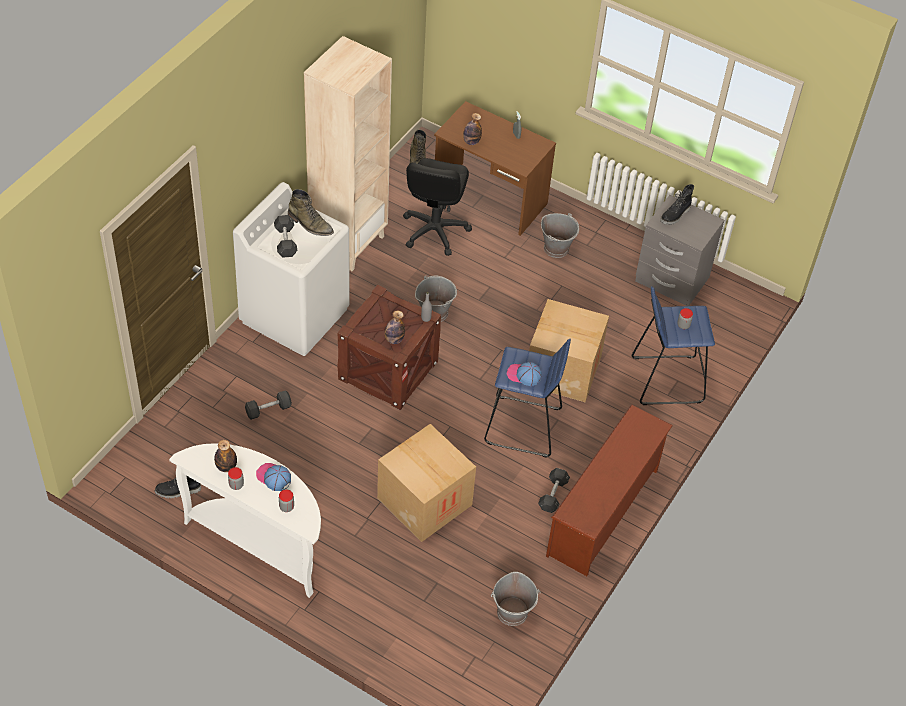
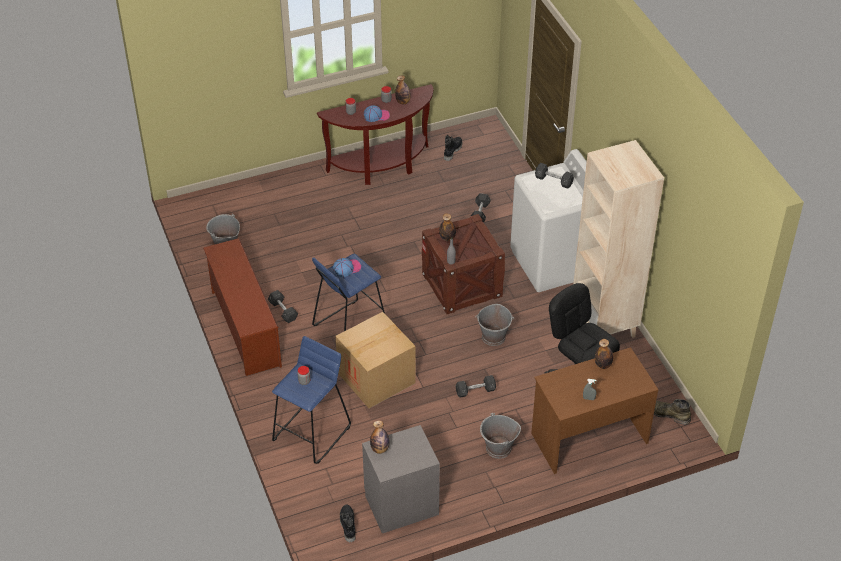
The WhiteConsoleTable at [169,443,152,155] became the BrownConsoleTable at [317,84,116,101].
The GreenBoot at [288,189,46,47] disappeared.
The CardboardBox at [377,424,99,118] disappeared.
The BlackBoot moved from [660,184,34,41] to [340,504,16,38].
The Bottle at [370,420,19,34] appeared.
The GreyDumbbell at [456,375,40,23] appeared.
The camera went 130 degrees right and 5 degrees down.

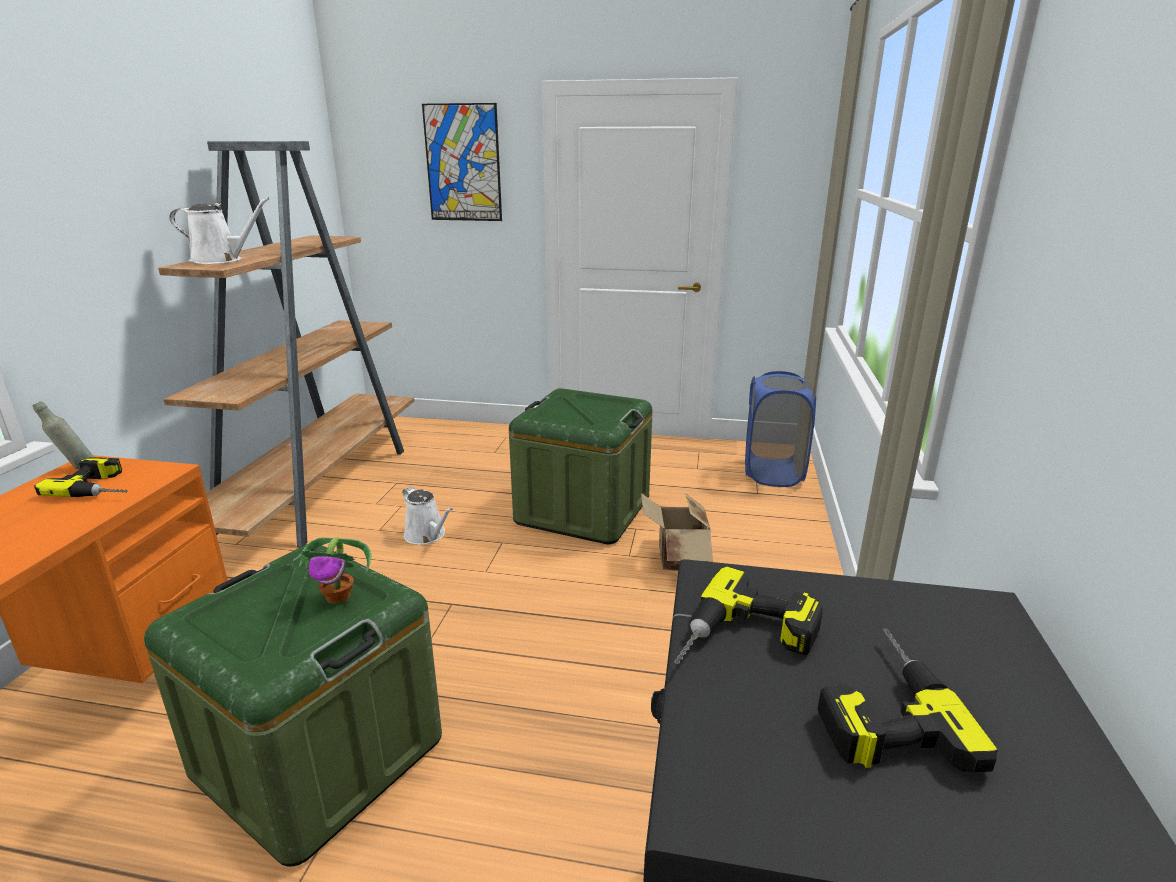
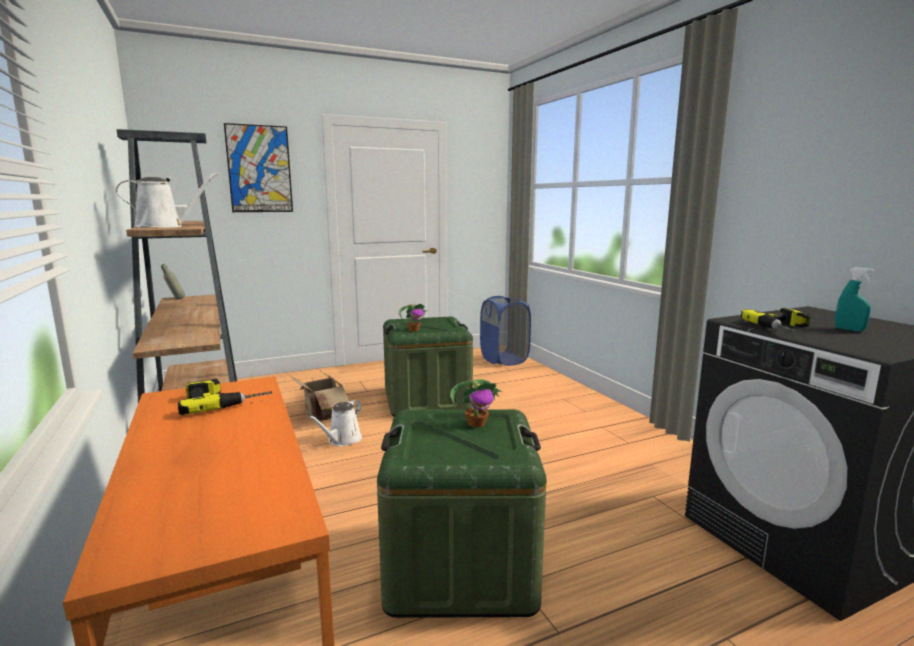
The GreyBottle moved from [33,401,61,68] to [161,264,24,36].
The WhiteWateringCan at [403,487,50,58] turned 105 degrees clockwise.
The CardboardBox moved from [641,493,72,78] to [290,371,59,50].
The PowerDrill at [817,627,181,145] was replaced by the TurquoiseSprayBottle at [835,267,39,64].
The PottedPlant at [399,304,27,27] appeared.
The camera went 35 degrees left and 10 degrees down.

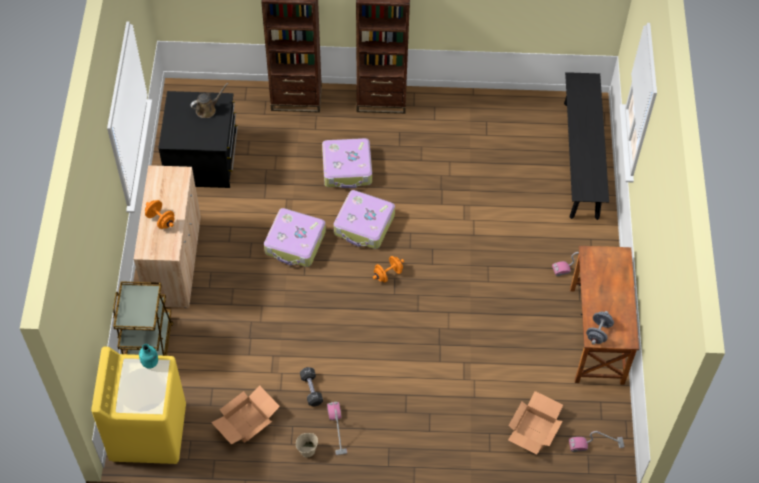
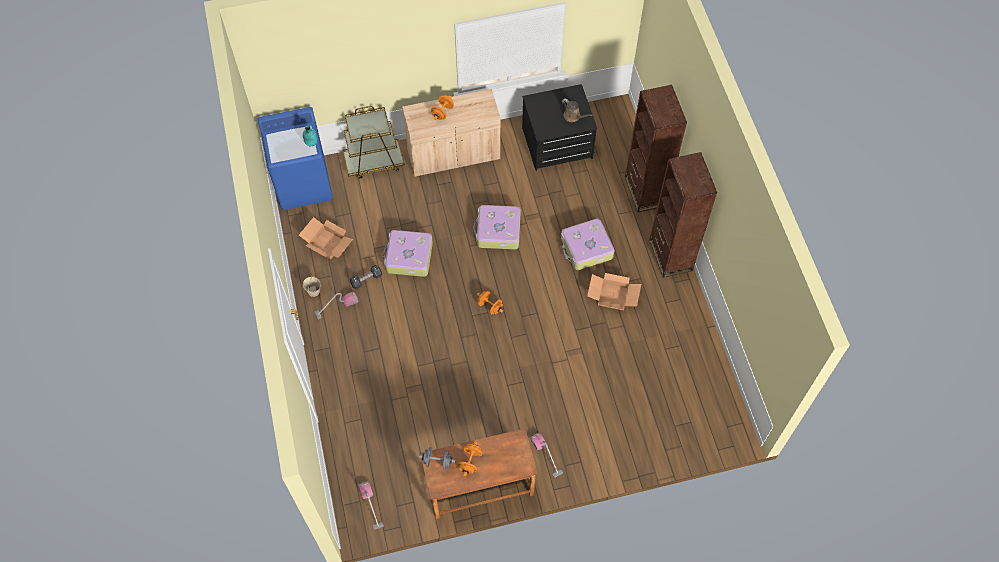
The YellowWashingMachine at [91,347,95,117] became the BlueWashingMachine at [258,107,74,103].
The Suitcase moved from [334,190,61,59] to [382,230,51,47].
The CardboardBox moved from [508,391,55,64] to [587,273,54,37].
The BlackBench at [564,72,45,148] disappeared.
The OrangeDumbbell at [458,442,24,34] appeared.
The camera went 75 degrees right and 5 degrees up.

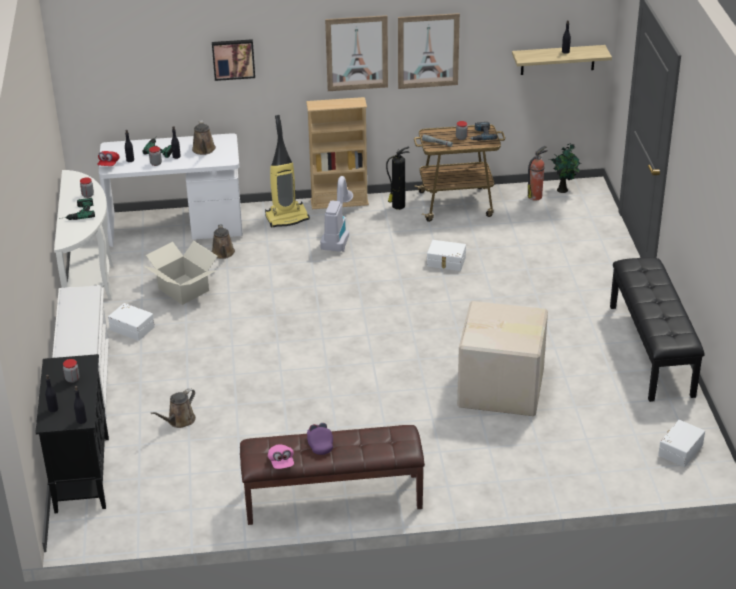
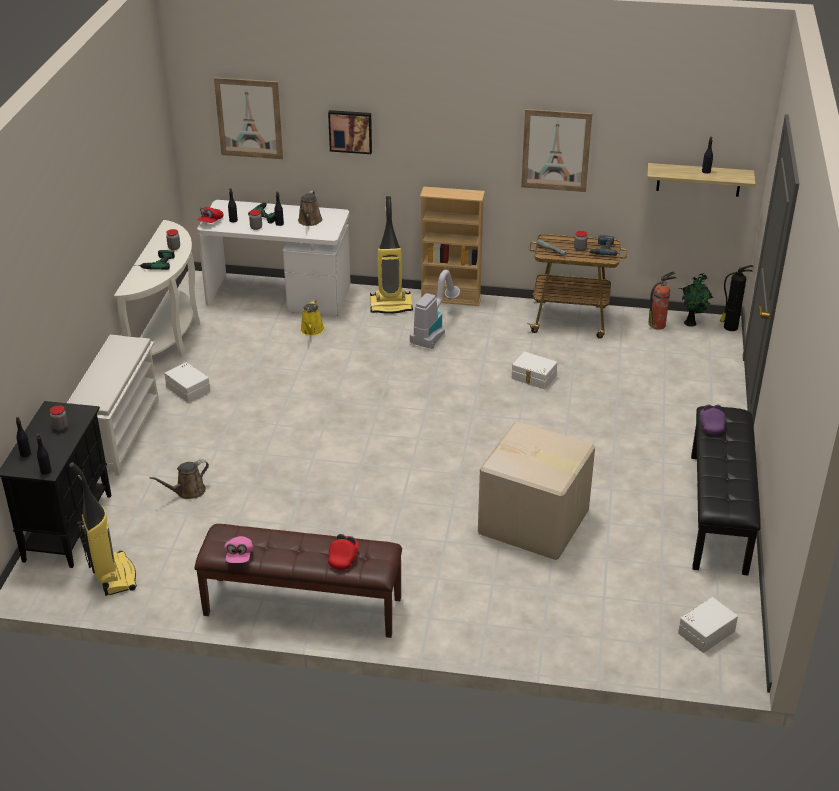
The CardboardBox at [144,241,74,64] disappeared.
The BrownWateringCan at [212,224,23,35] became the YellowWateringCan at [300,300,25,36].
The PurpleCap moved from [307,423,26,32] to [700,404,26,31].
The Picture moved from [325,15,63,76] to [214,77,69,82].
The FireExtinguisher moved from [386,147,23,63] to [720,265,33,66].
The VacuumCleaner at [69,462,68,134] appeared.
The RedCap at [328,534,31,36] appeared.
The camera went 15 degrees right and 0 degrees up.

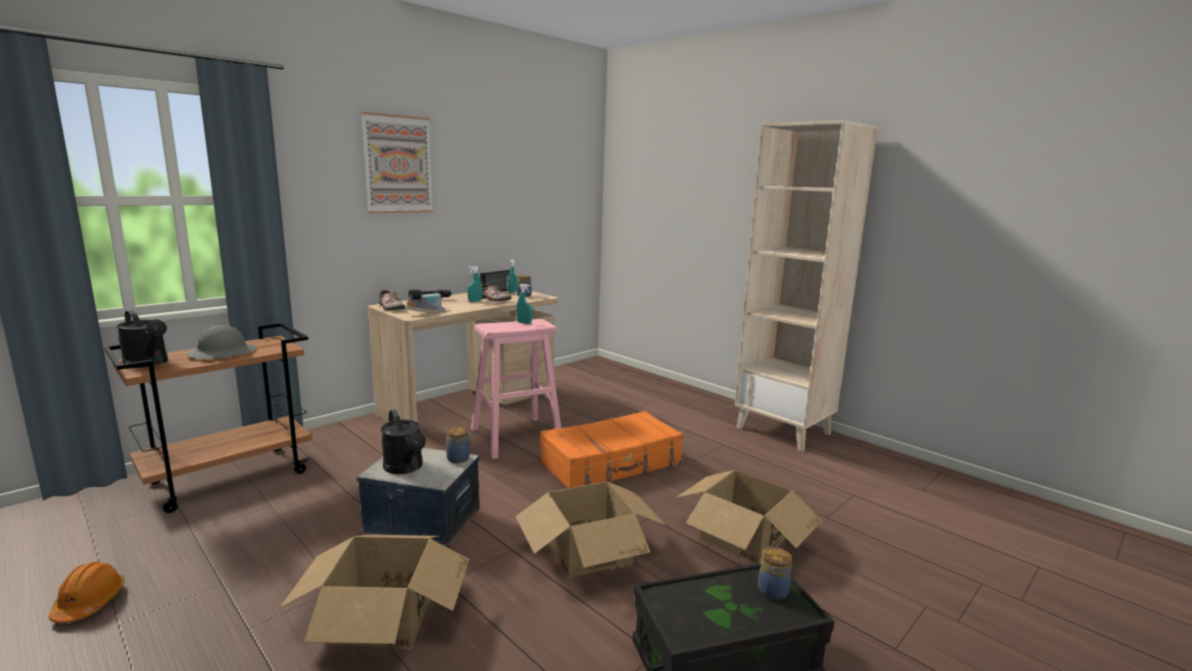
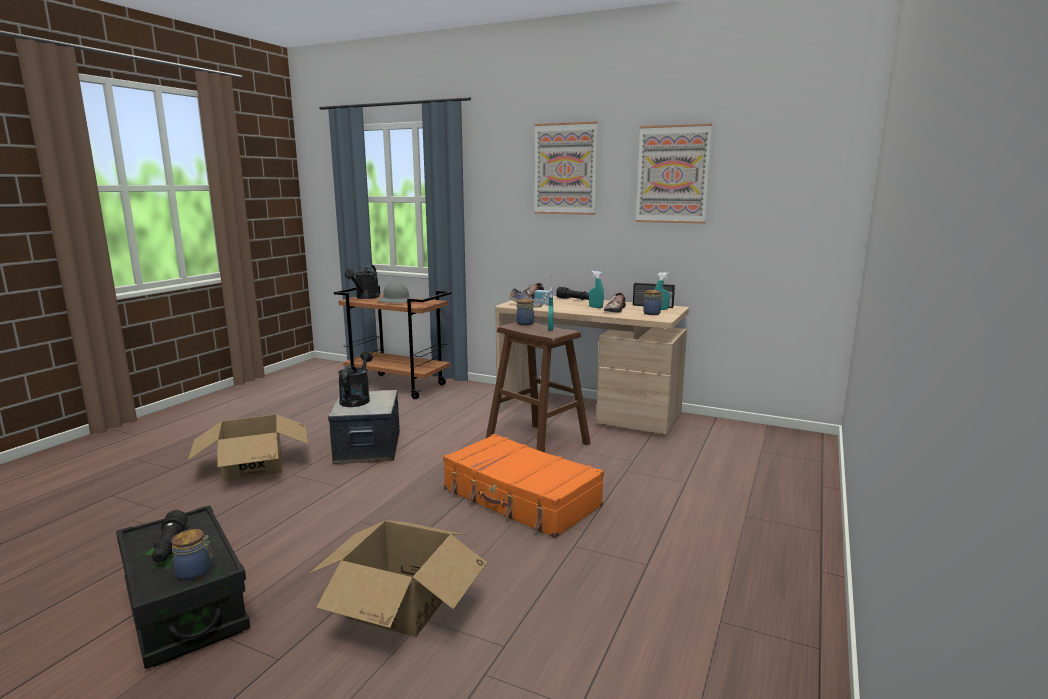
The OrangeHardHat at [49,562,75,61] disappeared.
The BlackWateringCan at [381,410,45,64] turned 150 degrees clockwise.
The Jar moved from [446,427,26,36] to [516,299,18,27].
The PinkStool at [471,319,90,140] became the BrownStool at [486,322,105,131].
The CardboardBox at [515,481,150,97] disappeared.
The BeigeBookcase at [735,120,143,331] disappeared.
The BlackFlashlight at [152,510,36,53] appeared.
The Picture at [636,124,76,100] appeared.
The camera went 70 degrees right and 0 degrees up.

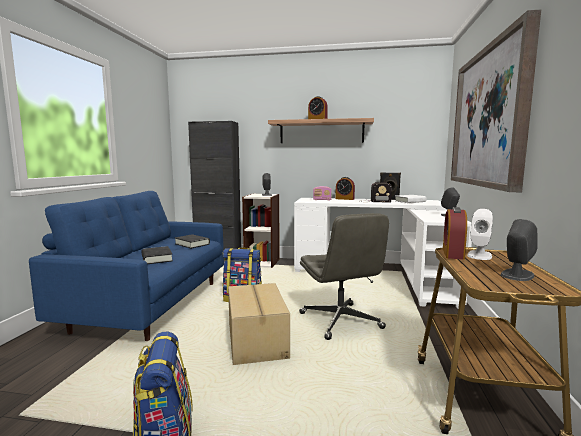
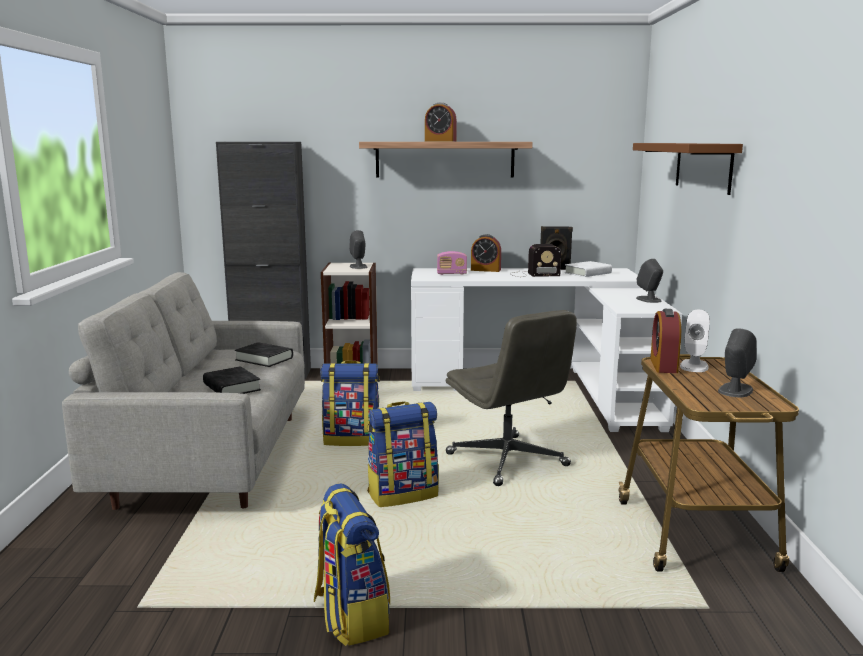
The BlueSofa at [29,191,195,150] became the GreySofa at [62,272,243,238].
The CardboardBox at [228,283,62,82] was replaced by the Backpack at [367,401,72,106].
The Picture at [451,9,90,183] was replaced by the BrownShelf at [633,143,110,52].
The camera went 10 degrees left and 5 degrees up.

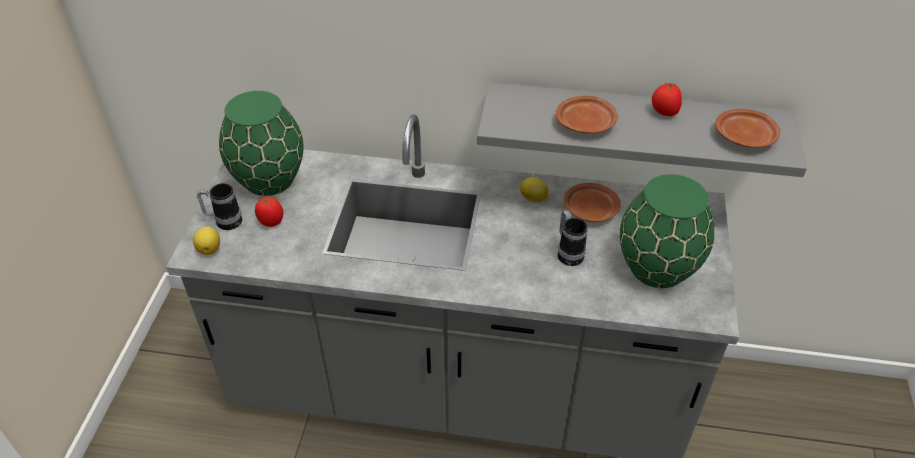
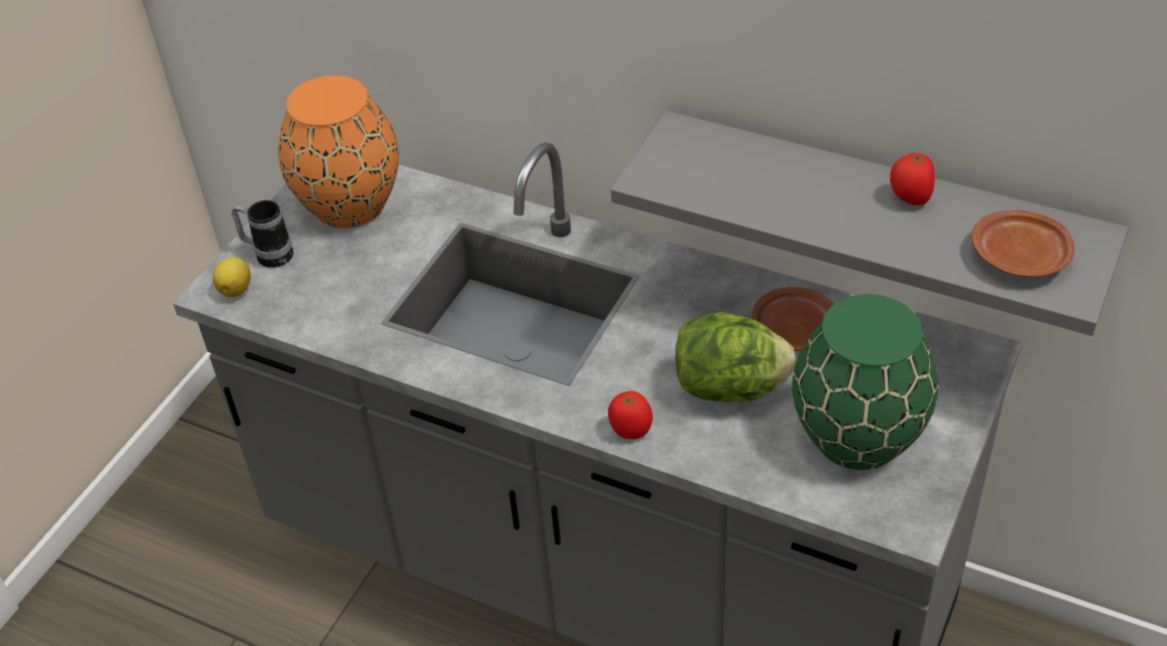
The GreenVase at [219,91,85,105] became the OrangeVase at [278,75,121,153].
The Tomato moved from [255,197,28,30] to [608,391,45,48].
The Lemon at [520,177,29,26] disappeared.
The BrownPlate at [556,96,62,38] disappeared.
The Mug at [558,210,30,56] was replaced by the Lettuce at [675,312,120,90].
The camera went 20 degrees right and 0 degrees up.

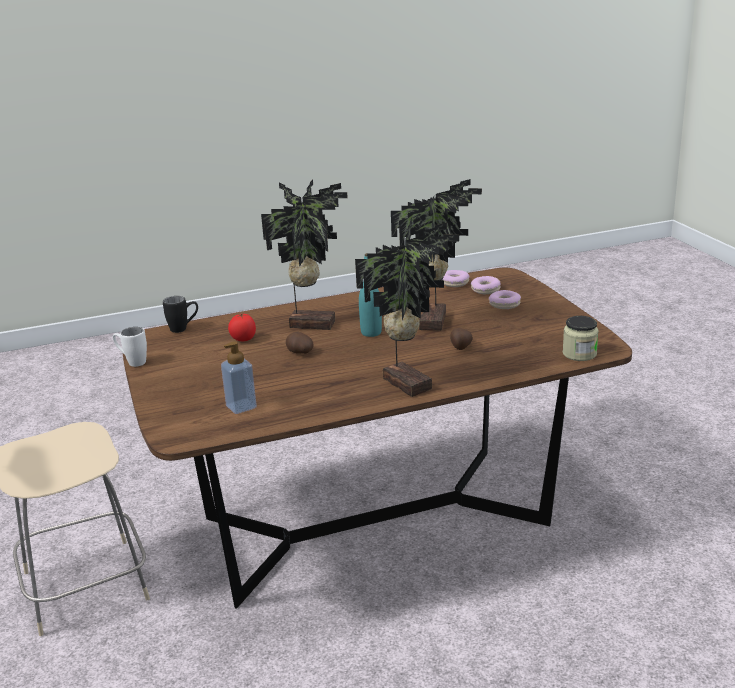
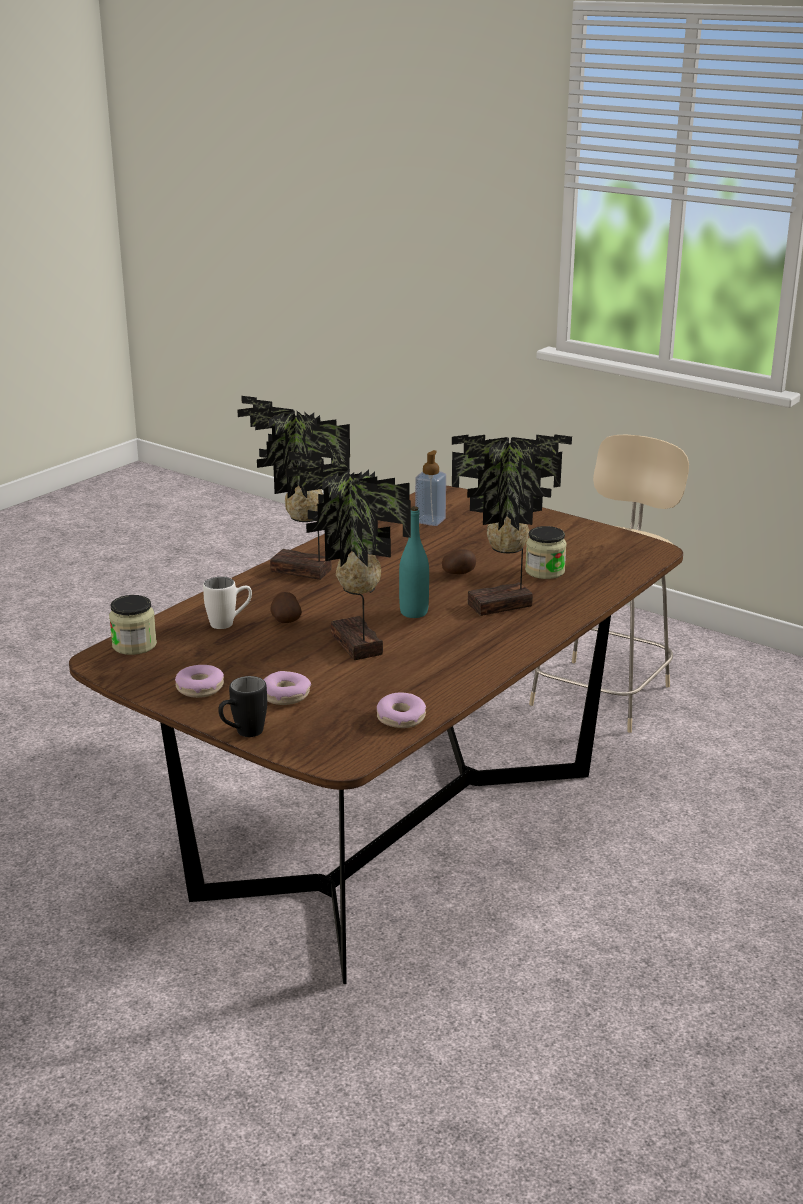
The WhiteMug moved from [113,327,34,40] to [203,577,49,52].
The BlackMug moved from [163,296,35,37] to [218,676,49,61].
The Tomato at [228,313,28,28] was replaced by the Jar at [525,526,42,53].
The Donut moved from [471,276,30,18] to [175,665,49,33].
The camera went 145 degrees right and 0 degrees up.

